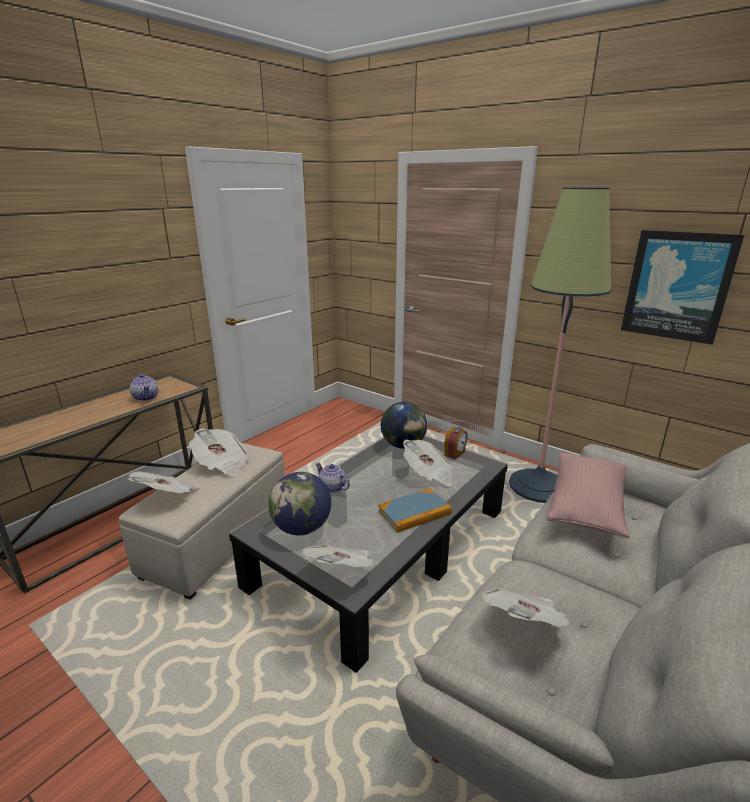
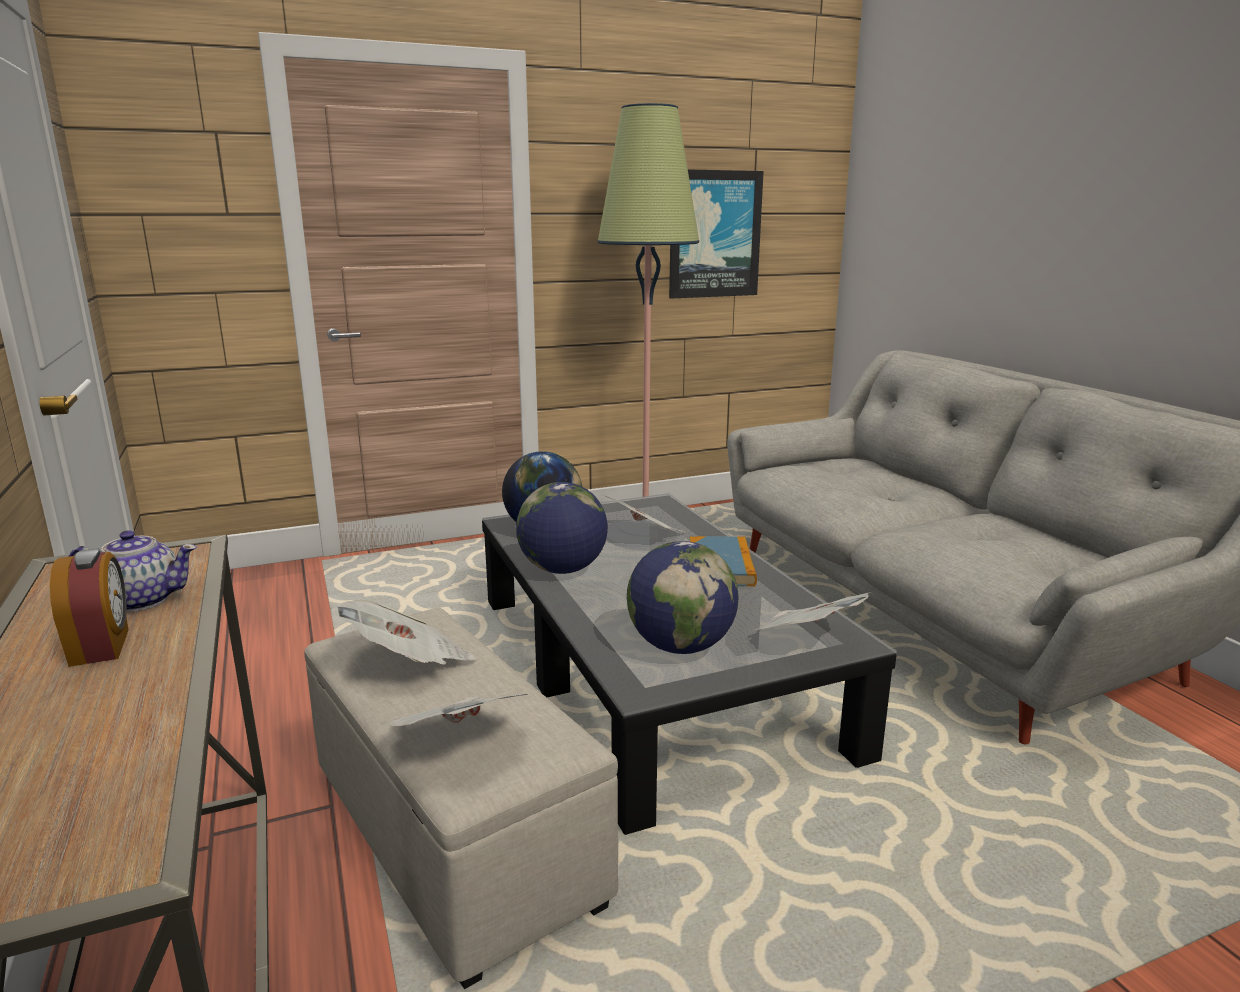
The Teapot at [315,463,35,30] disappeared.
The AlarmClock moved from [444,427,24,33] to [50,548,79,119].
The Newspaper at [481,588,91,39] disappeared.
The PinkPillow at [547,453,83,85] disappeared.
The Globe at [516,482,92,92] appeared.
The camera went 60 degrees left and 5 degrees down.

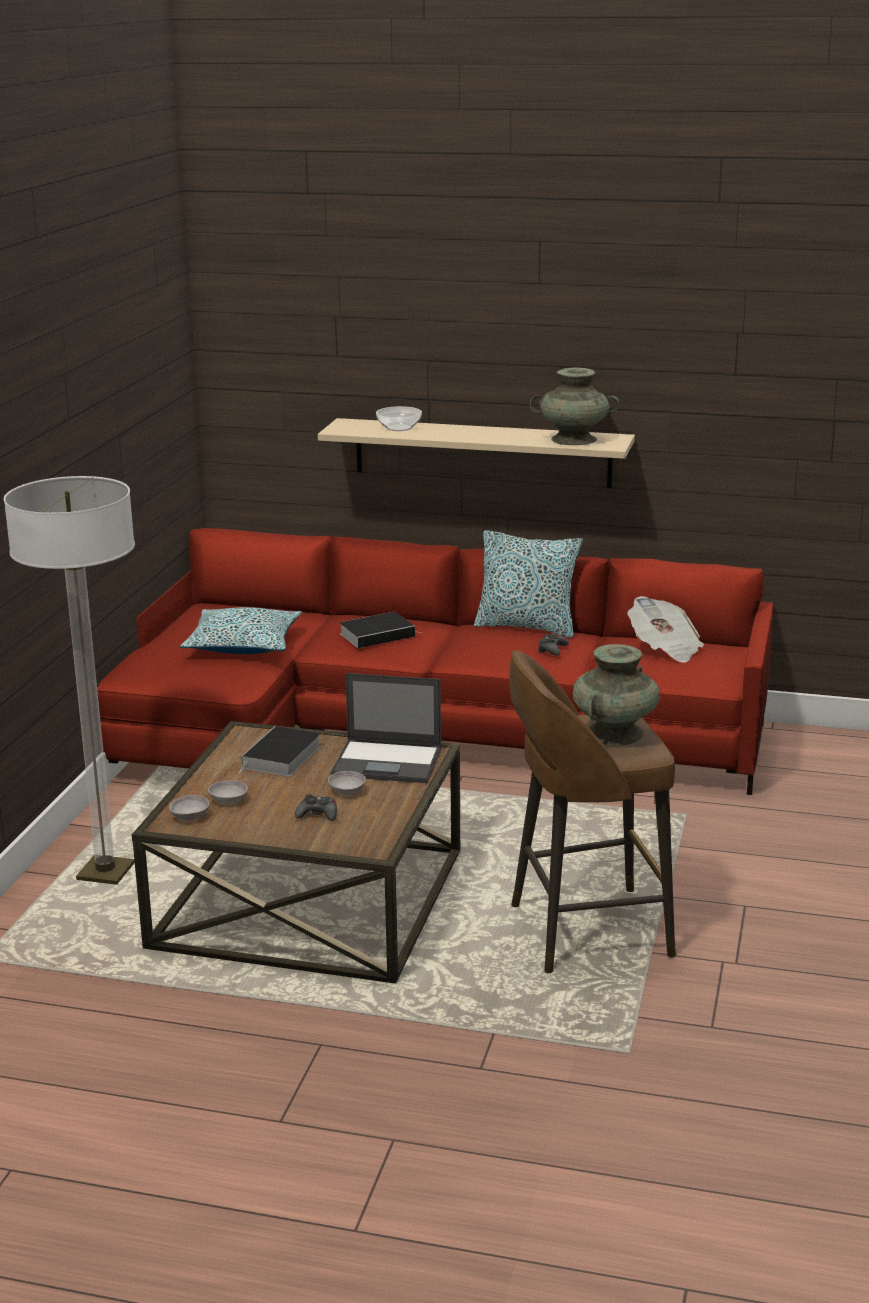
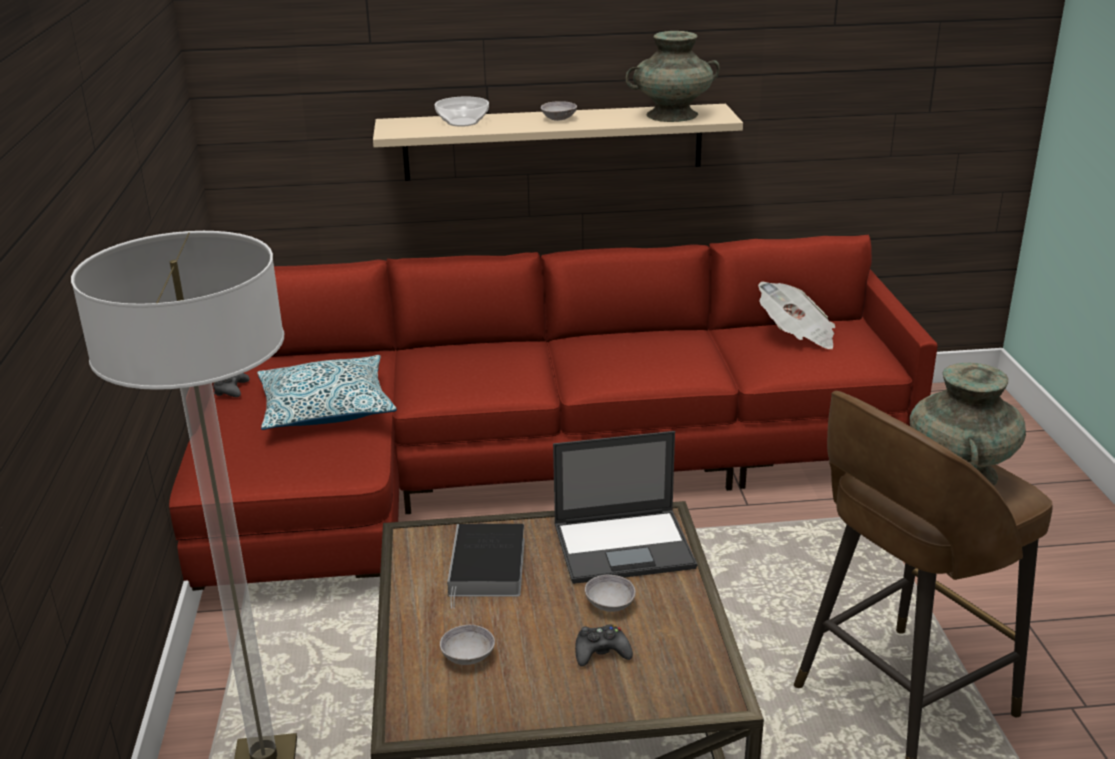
The GreyBowl moved from [169,795,40,25] to [541,101,36,20].
The Book at [340,612,84,36] disappeared.
The Pillow at [474,530,109,108] disappeared.
The BlackGameController moved from [538,634,31,22] to [213,373,37,24].
The camera went 20 degrees left and 5 degrees up.

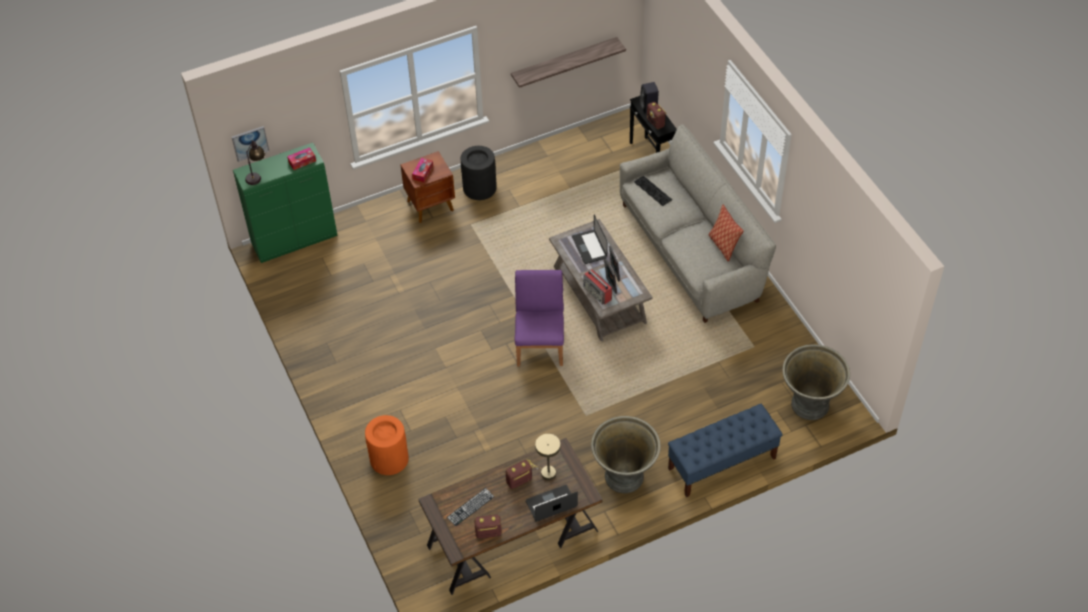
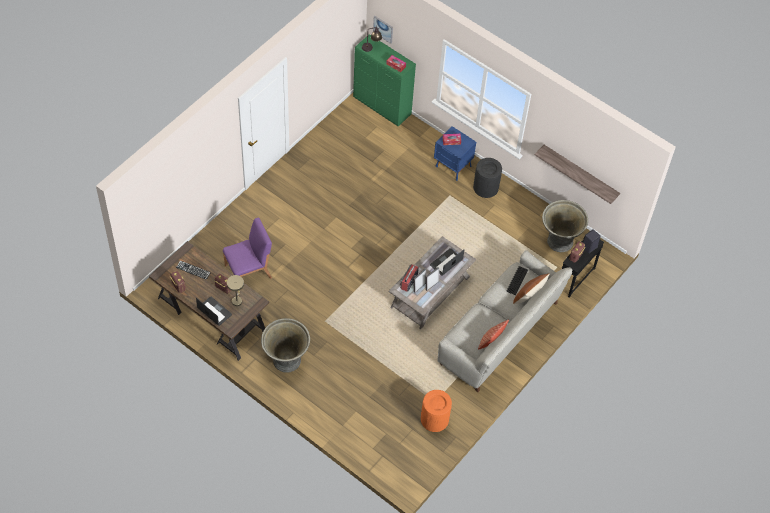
The OrangeTrashCan moved from [365,415,44,60] to [421,390,31,42].
The BrownNightstand at [401,151,54,72] became the BlueNightstand at [434,126,42,55].
The PurpleChair moved from [515,270,49,96] to [223,217,49,62].
The BlueBench at [668,404,115,93] disappeared.
The GreyPlanter moved from [782,344,68,76] to [542,200,46,52].
The BrownPillow at [513,273,37,31] appeared.
The camera went 60 degrees right and 5 degrees up.

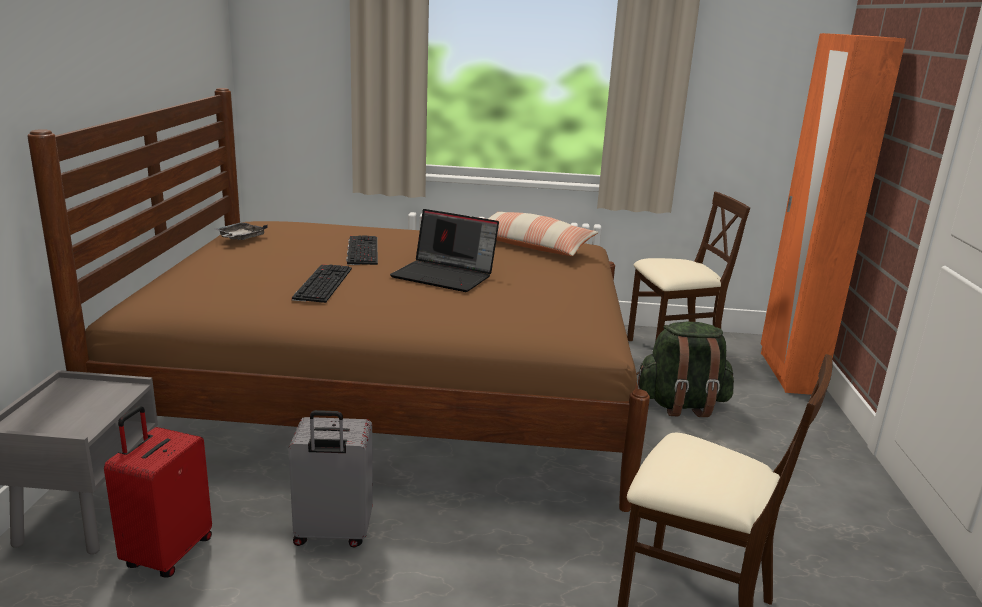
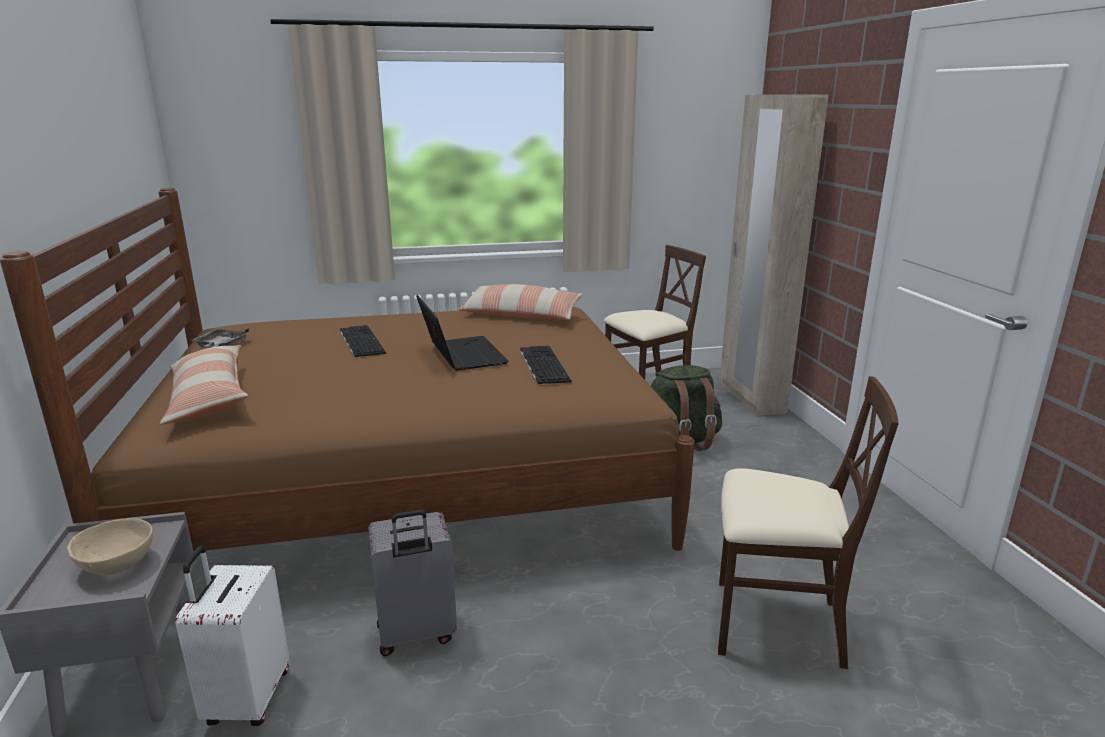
The RedSuitcase at [104,406,108,172] became the WhiteSuitcase at [175,546,114,180].
The Keyboard moved from [292,264,60,39] to [520,346,52,39].
The Laptop at [390,209,109,83] turned 120 degrees counterclockwise.
The OrangeWardrobe at [761,33,145,362] became the BeigeWardrobe at [720,94,109,322].
The BeigeBowl at [67,518,86,57] appeared.
The Pillow at [160,345,88,79] appeared.
The camera went 15 degrees left and 0 degrees up.

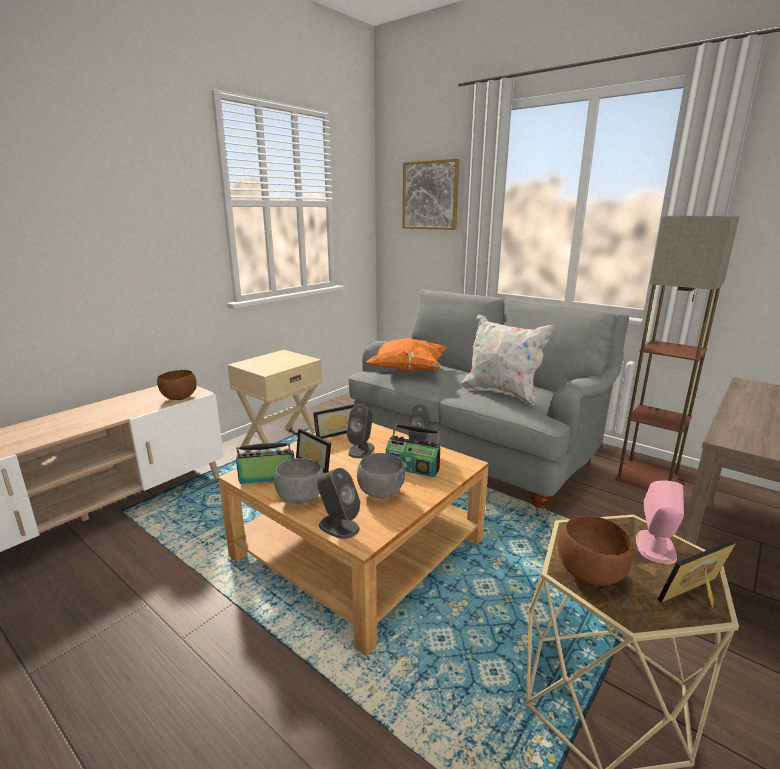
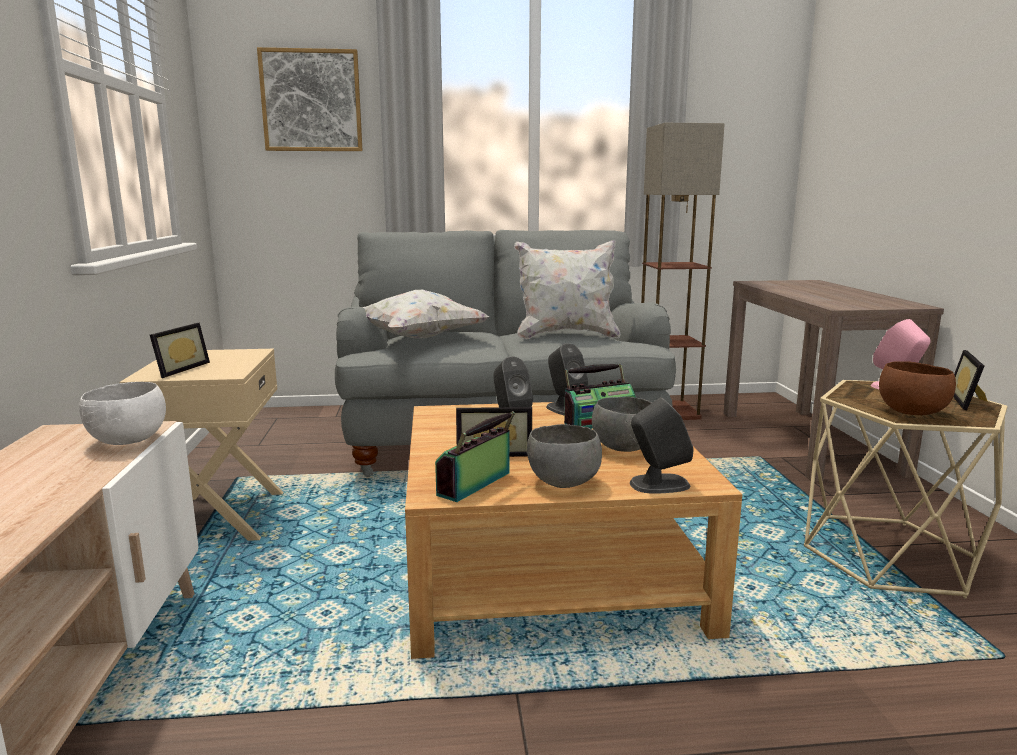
The BrownBowl at [157,370,40,30] became the WhiteBowl at [79,382,87,63].
The PictureFrame moved from [313,404,41,35] to [150,323,60,55].
The OrangePillow at [366,338,81,33] became the WhitePillow at [362,290,128,48].
The camera went 45 degrees left and 5 degrees down.

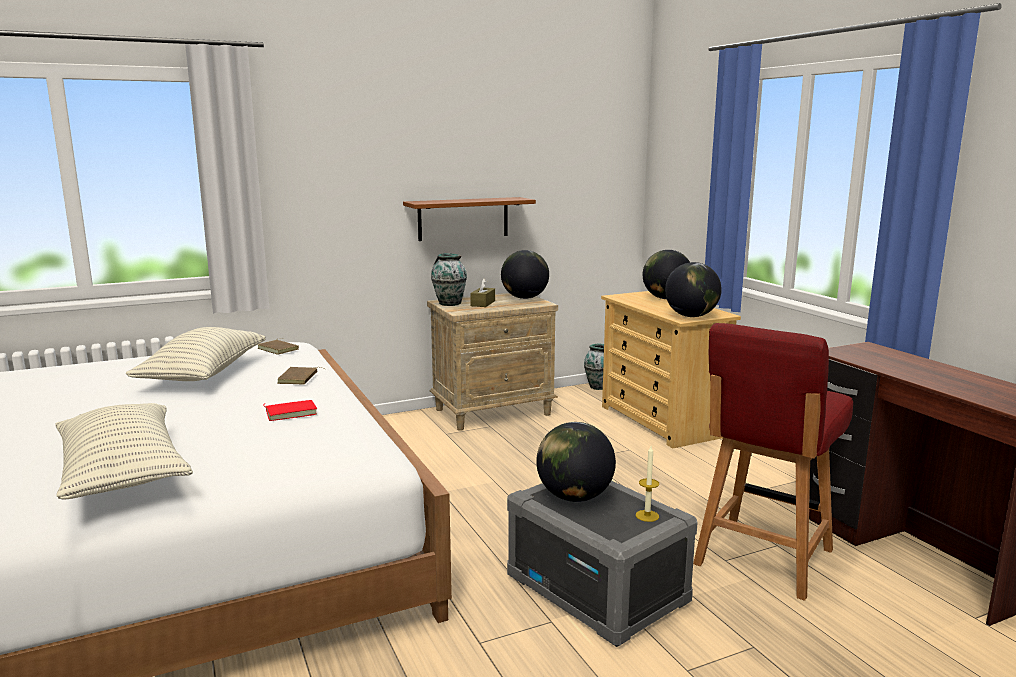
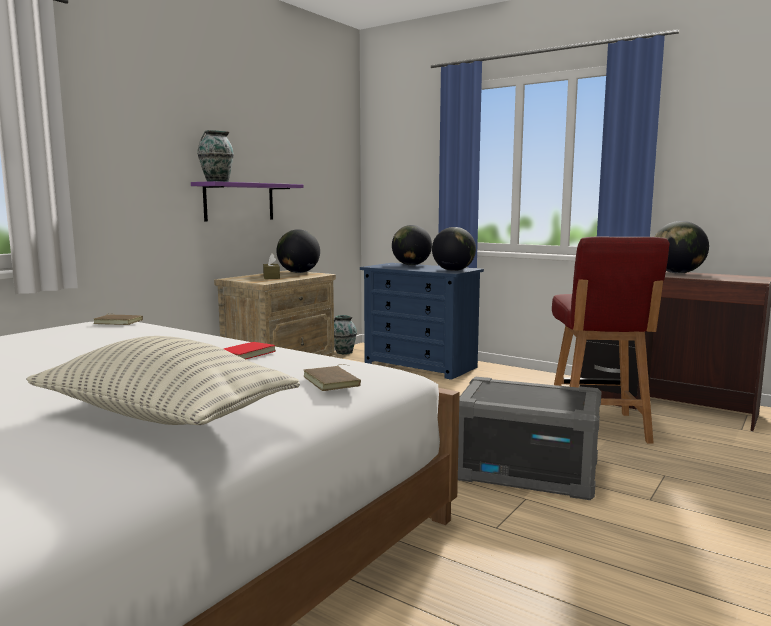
The Pillow at [126,327,140,54] disappeared.
The BrownBook moved from [277,367,48,18] to [304,364,57,27].
The BrownShelf at [403,197,133,44] became the PurpleShelf at [191,181,113,41].
The Vase moved from [431,253,36,53] to [198,130,36,52].
The Globe moved from [536,422,80,80] to [654,221,55,53].
The BeigeDresser at [601,291,140,158] became the BlueDresser at [360,263,124,117].
The Candle at [636,446,23,76] disappeared.
The camera went 30 degrees left and 5 degrees down.

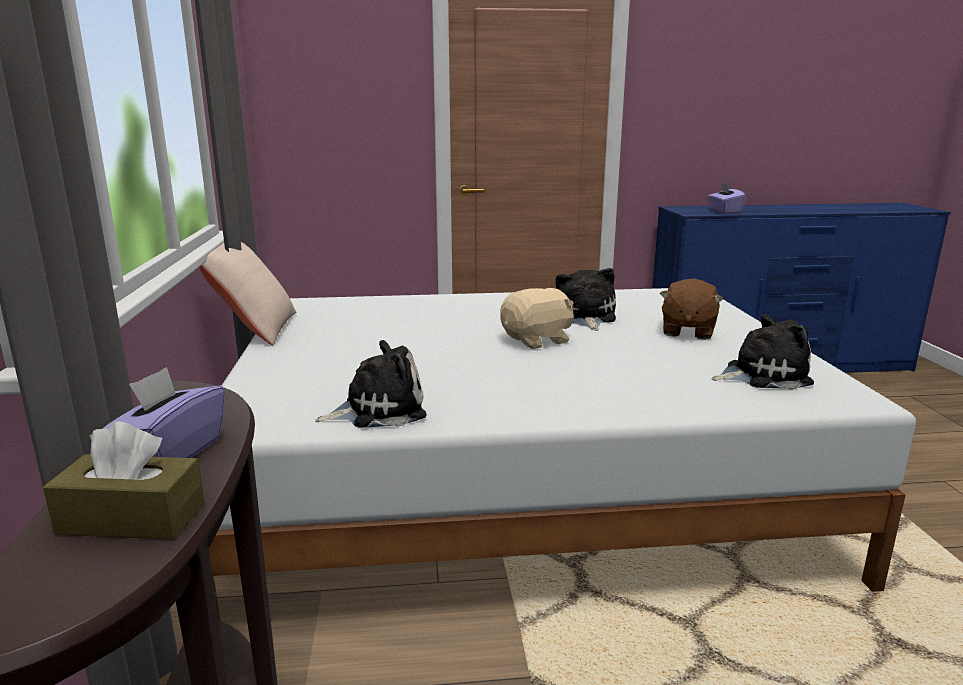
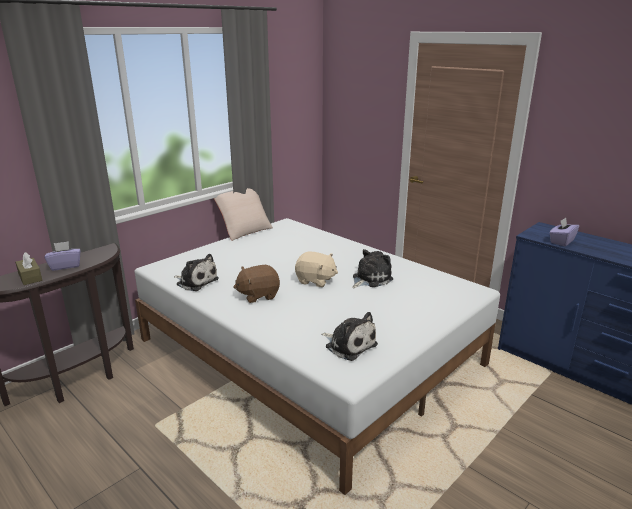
The BrownPlushToy moved from [660,279,63,61] to [234,265,46,38].
The camera went 50 degrees right and 5 degrees up.

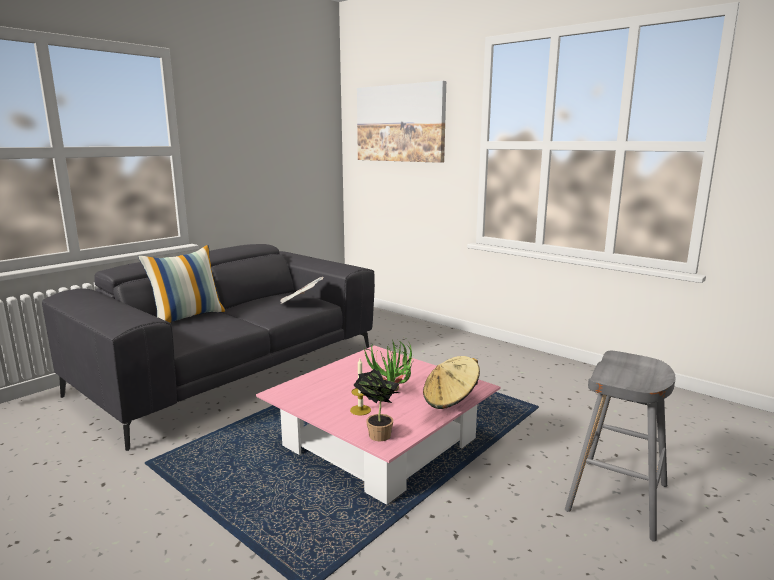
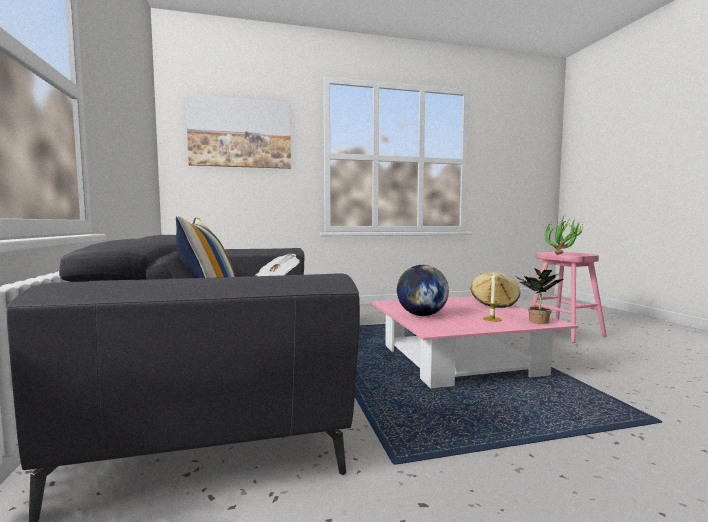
The PottedPlant moved from [364,339,49,52] to [544,217,39,38].
The GreyStool at [565,351,110,191] became the PinkStool at [531,252,76,91].
The Globe at [397,265,52,51] appeared.
The camera went 55 degrees left and 10 degrees down.

